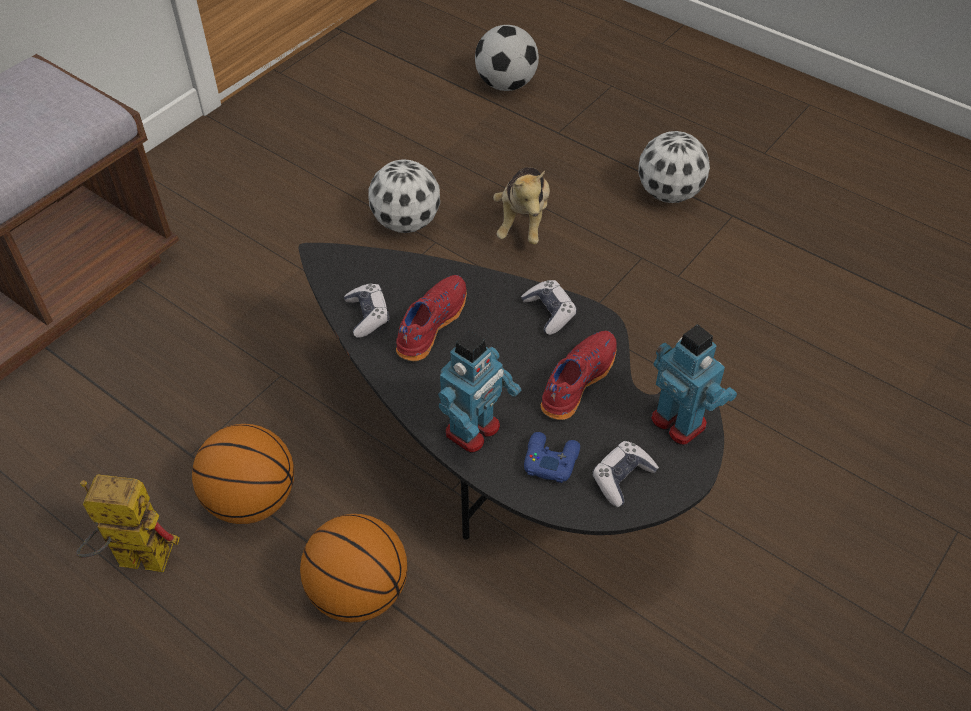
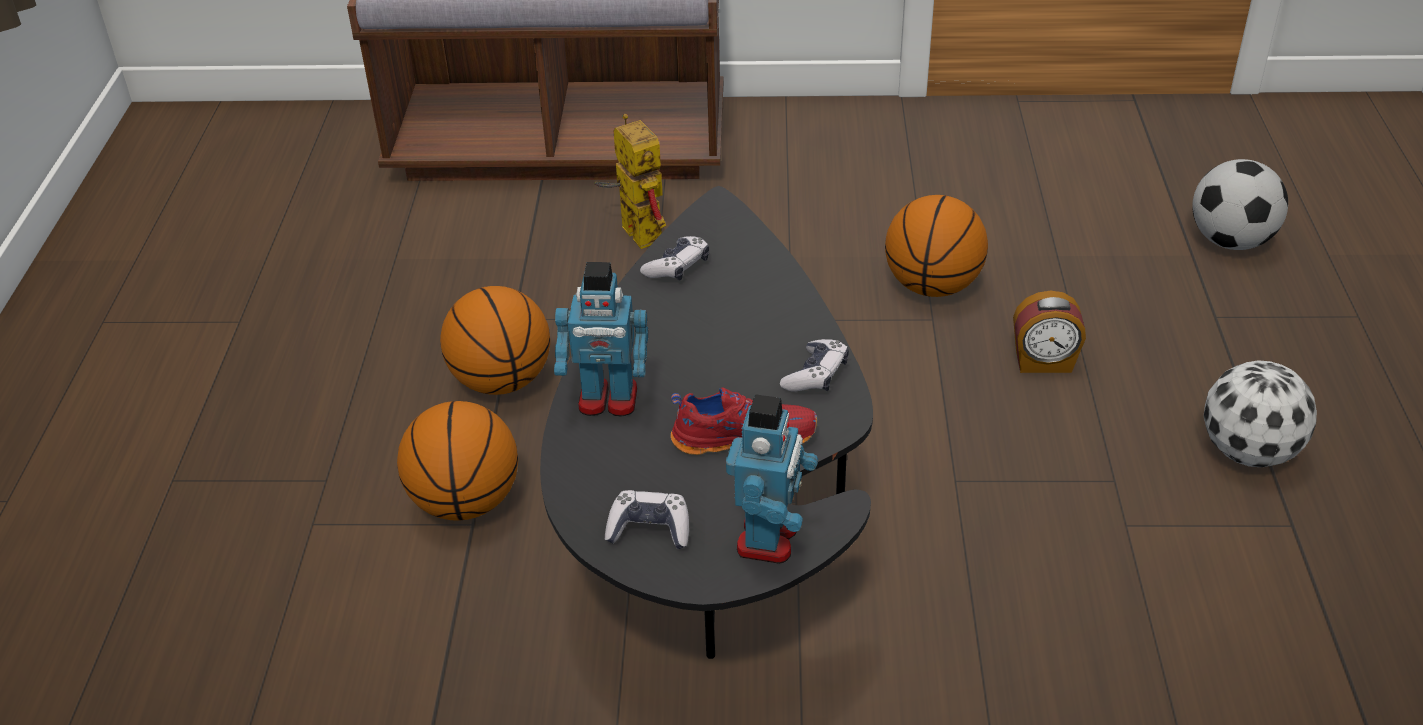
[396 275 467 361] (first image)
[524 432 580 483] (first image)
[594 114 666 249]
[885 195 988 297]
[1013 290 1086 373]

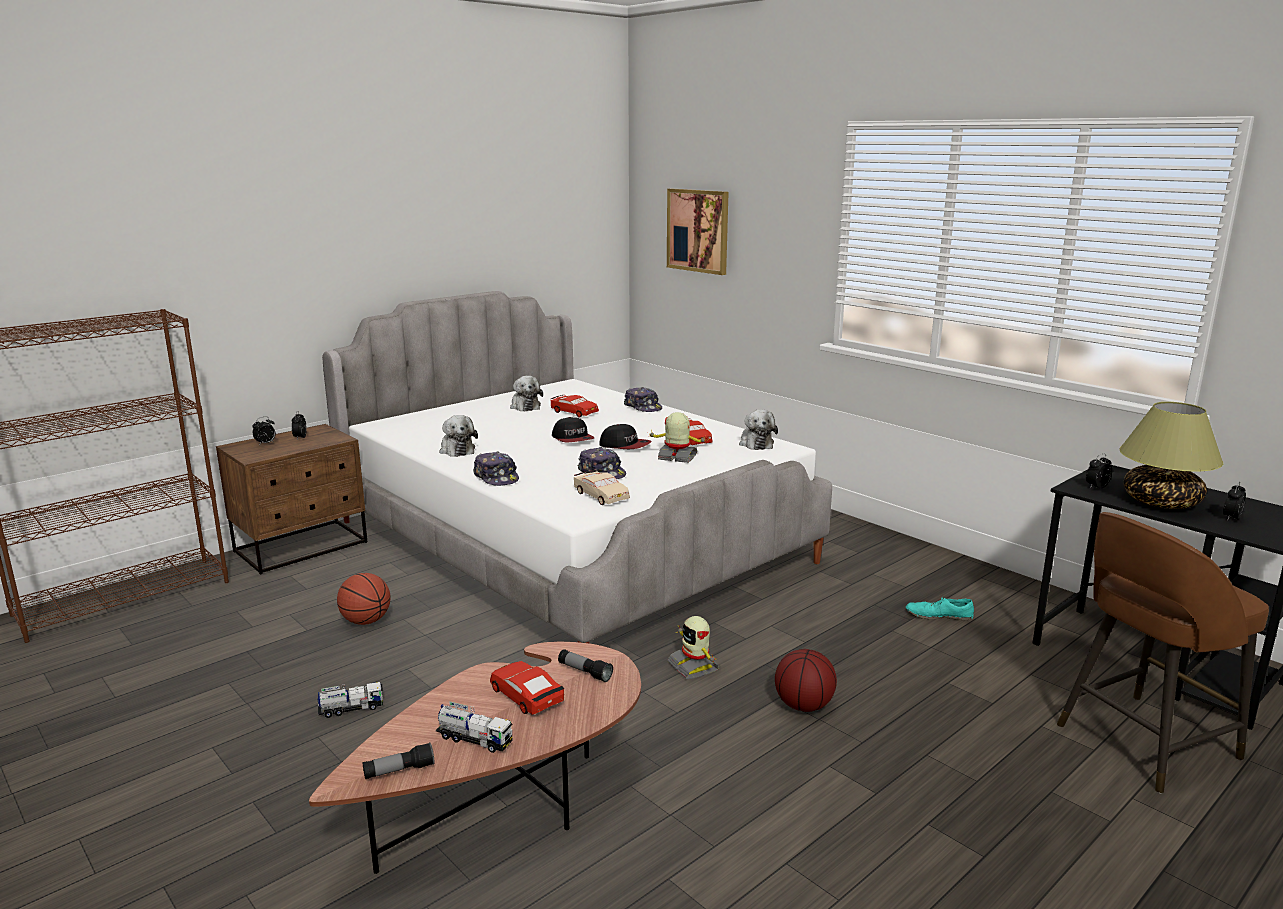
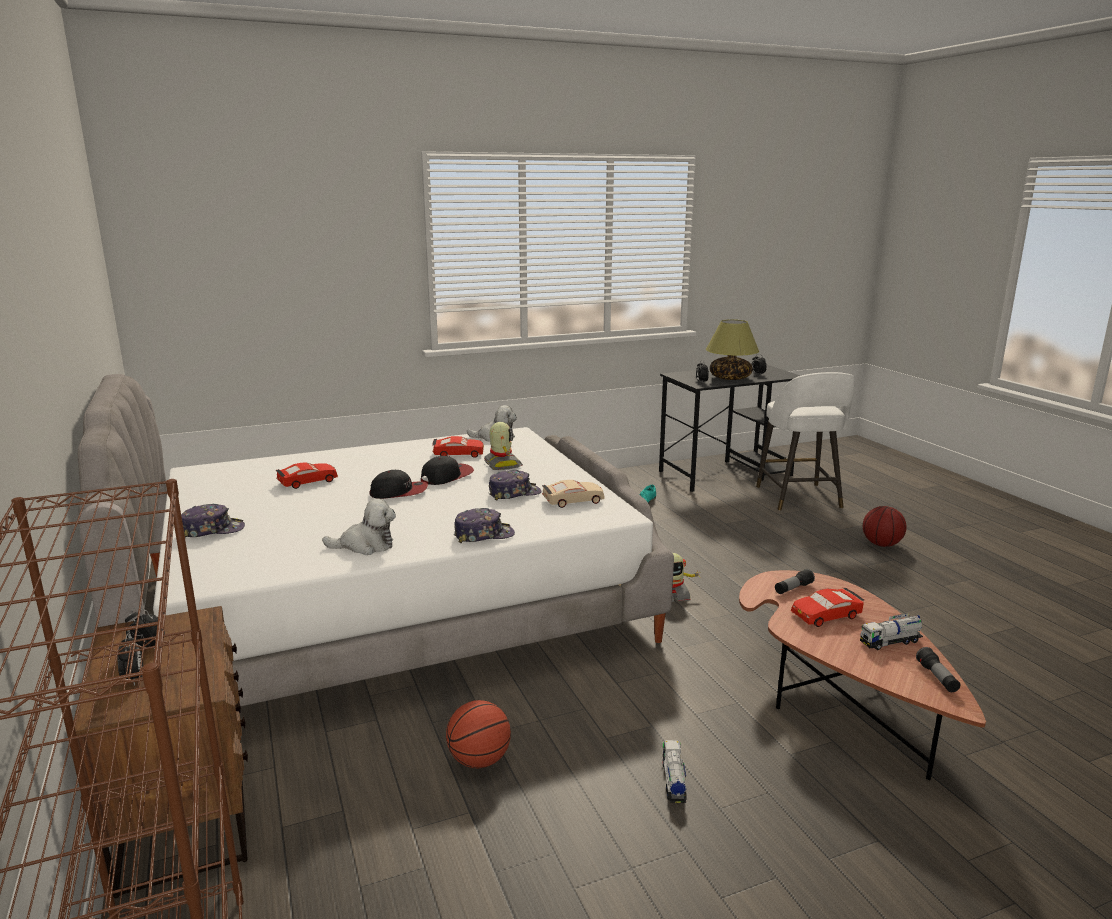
[510 376 543 411] (first image)
[667 188 729 275] (first image)
[181 504 245 538]
[863 506 907 547]
[756 372 855 511]
[860 613 923 650]
[484 422 523 470]

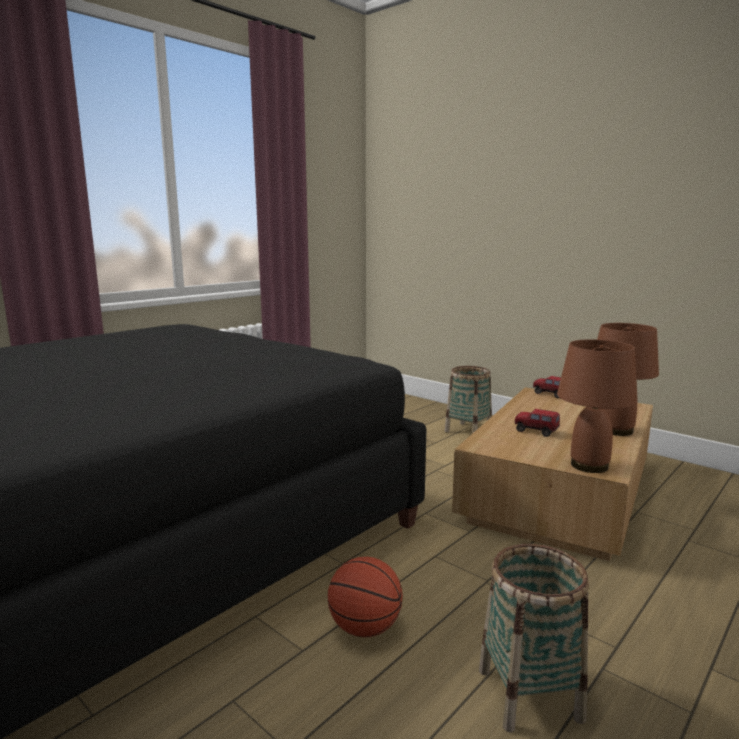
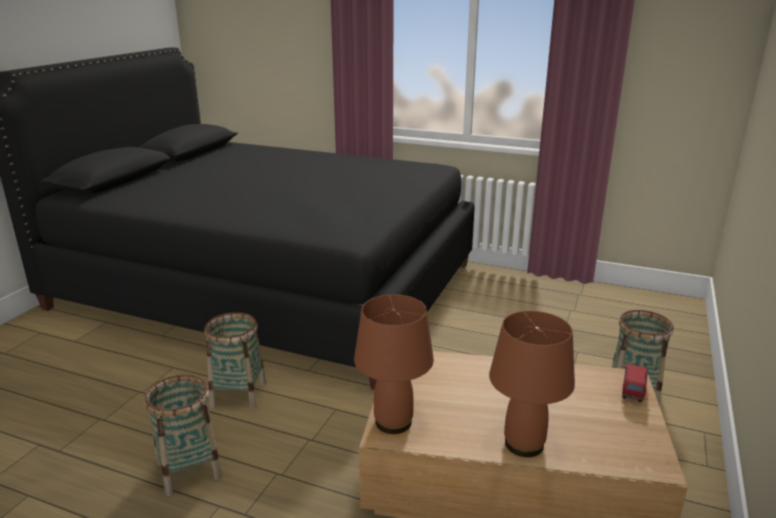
[515 409 560 437] (first image)
[204 312 266 410]

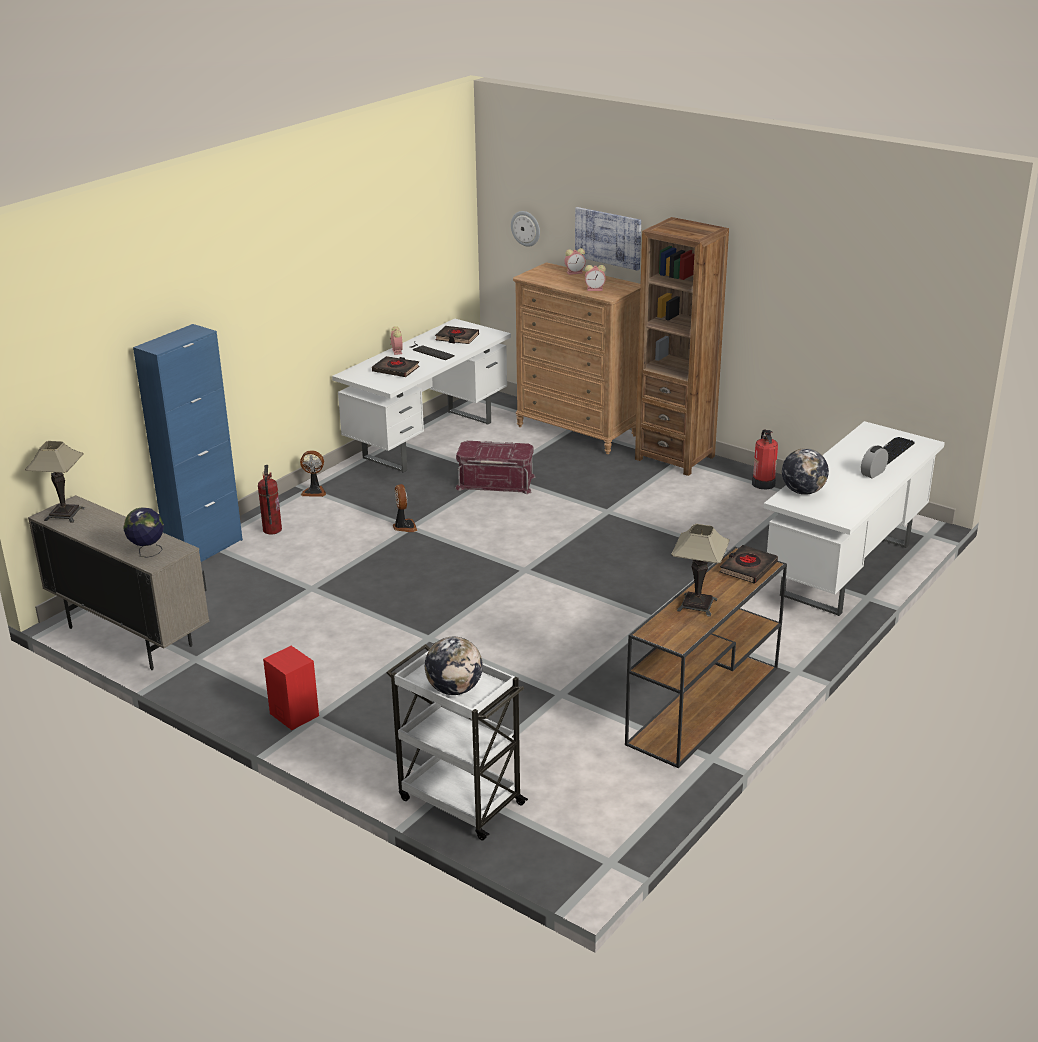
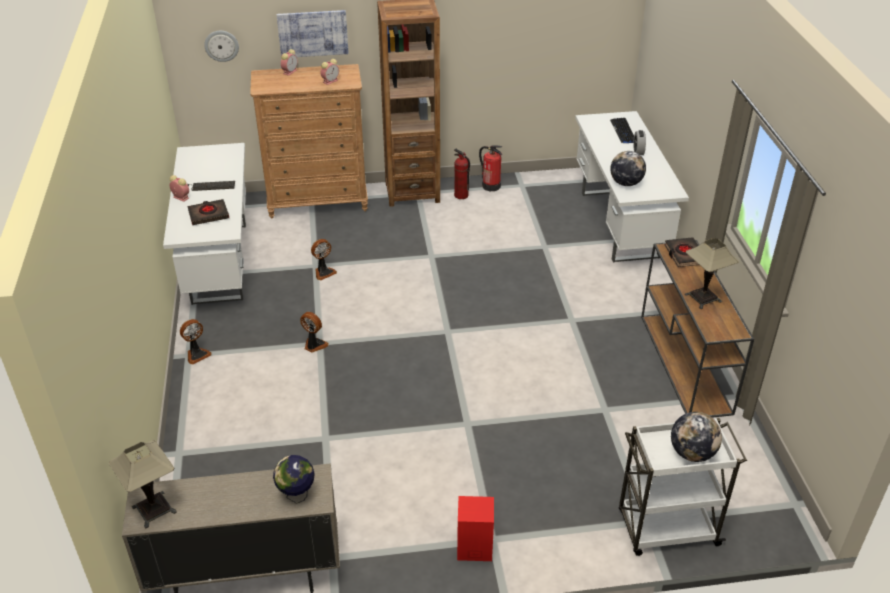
[133 324 243 562] (first image)
[435 326 479 344] (first image)
[454 149 470 199]
[311 239 337 280]

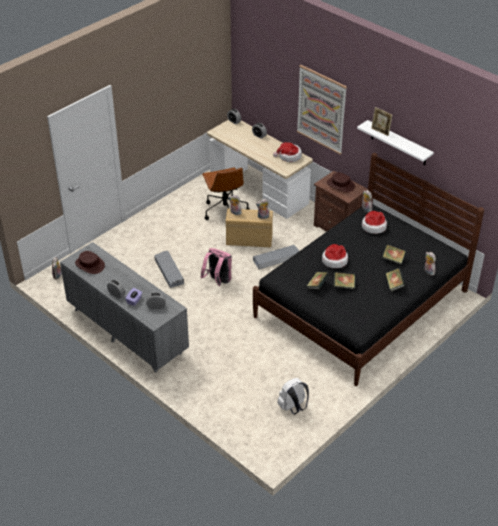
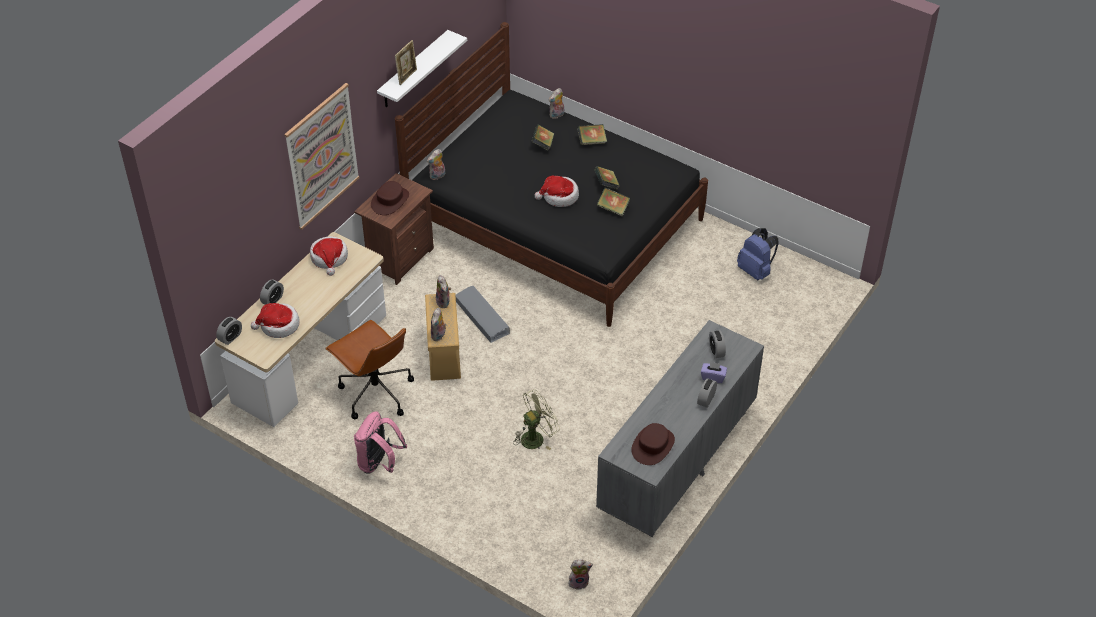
[354 411 407 473]
[251 303 300 338]
[513 389 560 450]
[737 228 779 280]
[325 320 414 419]

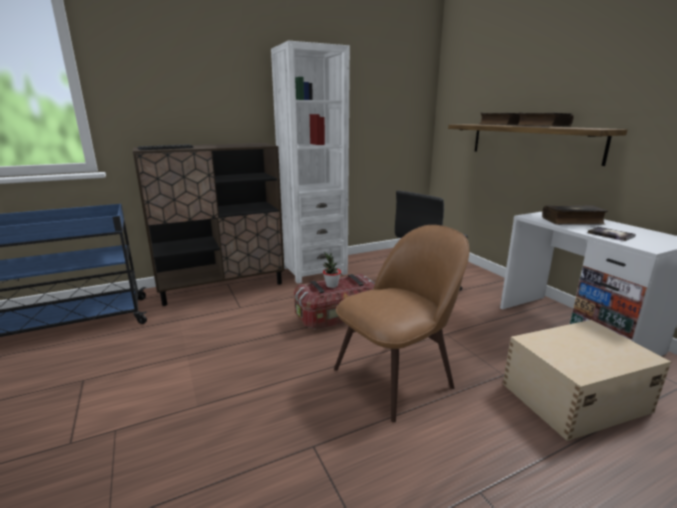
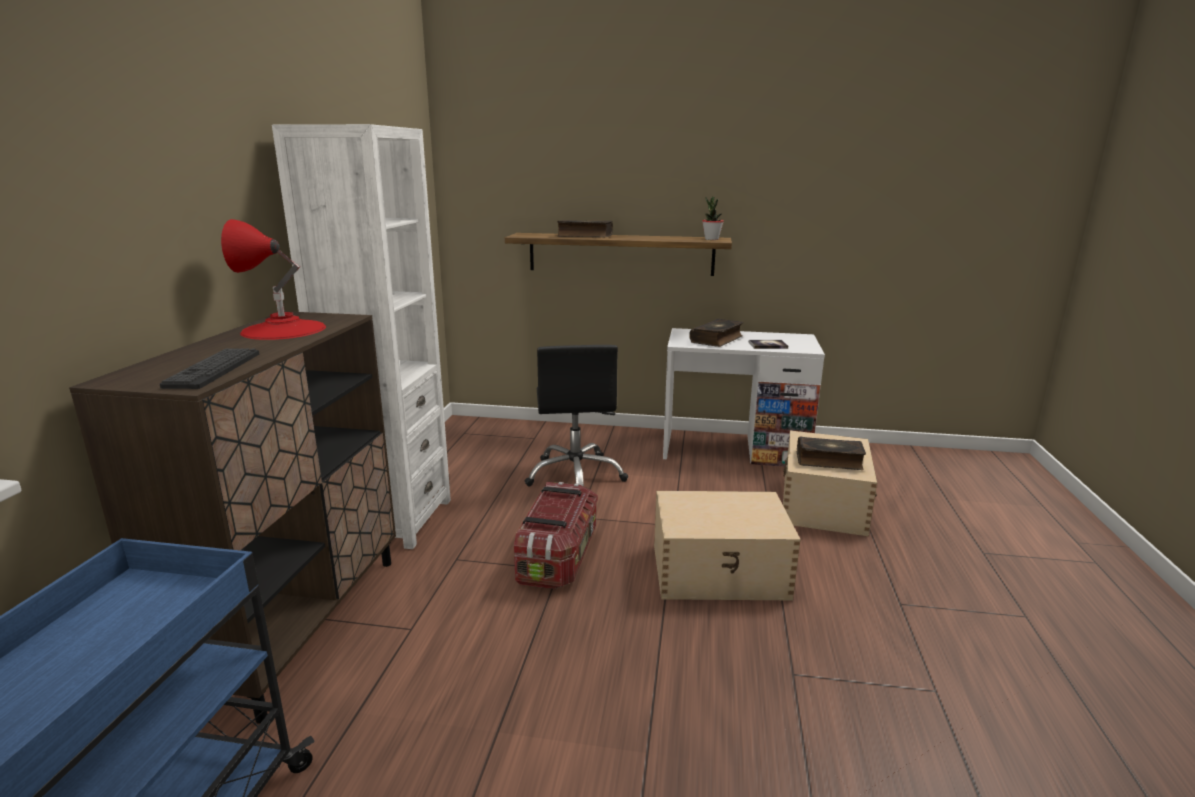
[221 219 326 340]
[702 197 724 240]
[797 436 866 470]
[654 491 801 600]

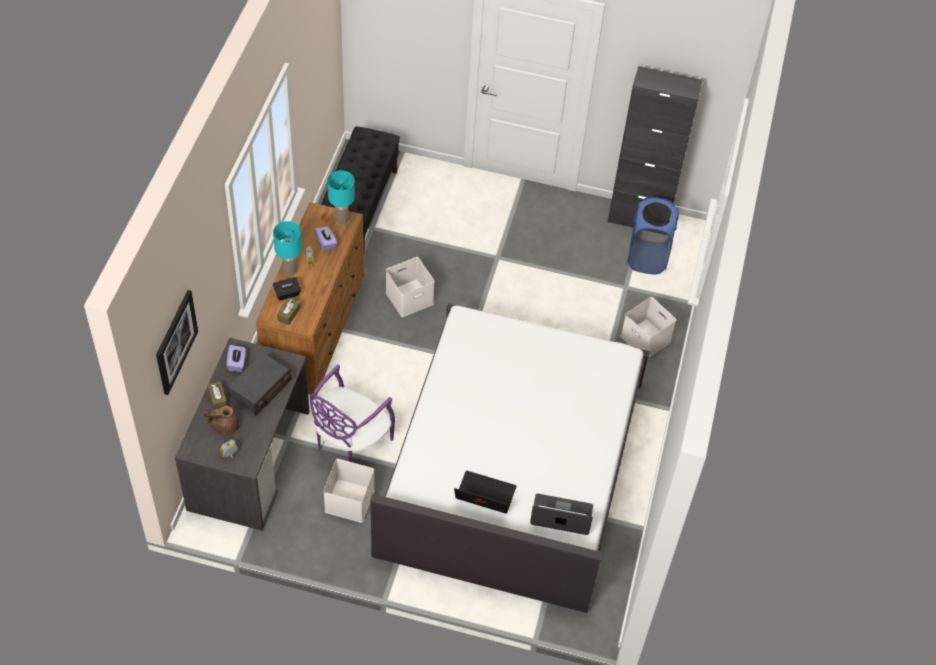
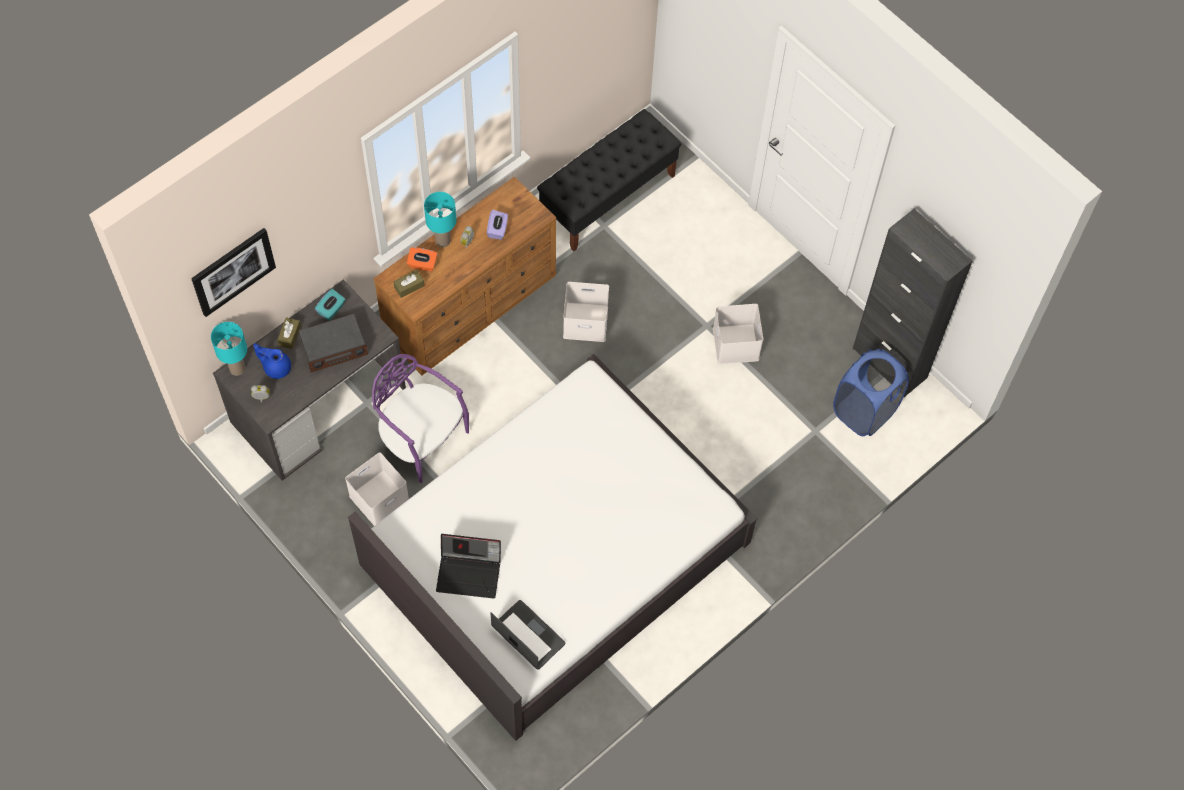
[211 322 247 376]
[713 304 763 364]
[254 343 291 379]
[315 289 345 321]
[407 247 438 272]
[372 354 469 483]
[436 534 501 599]

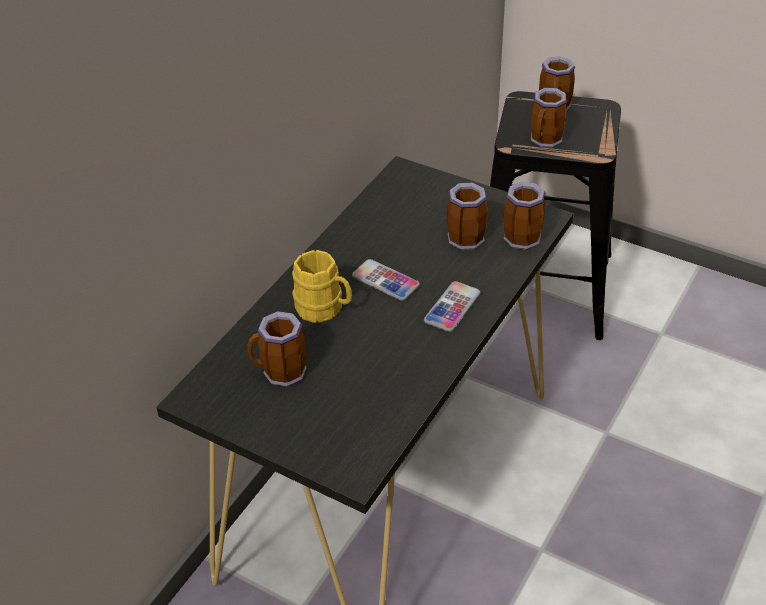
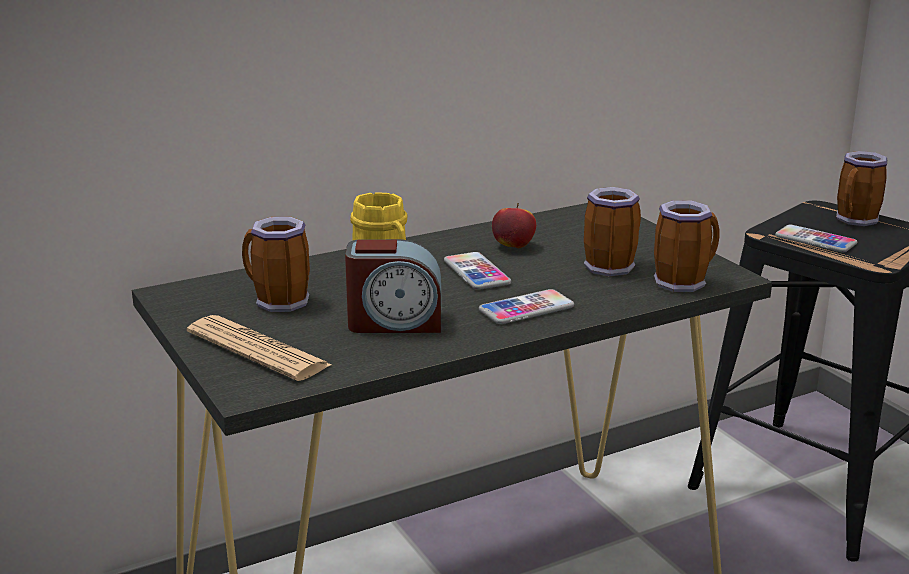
[187 315 331 381]
[345 239 441 333]
[492 203 536 248]
[775 225 857 252]

